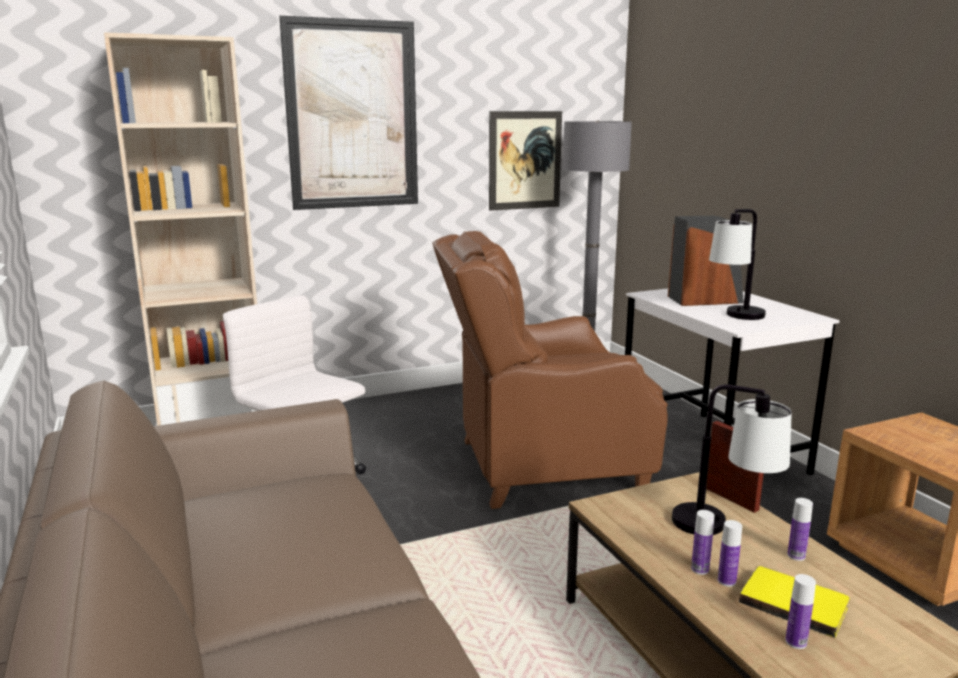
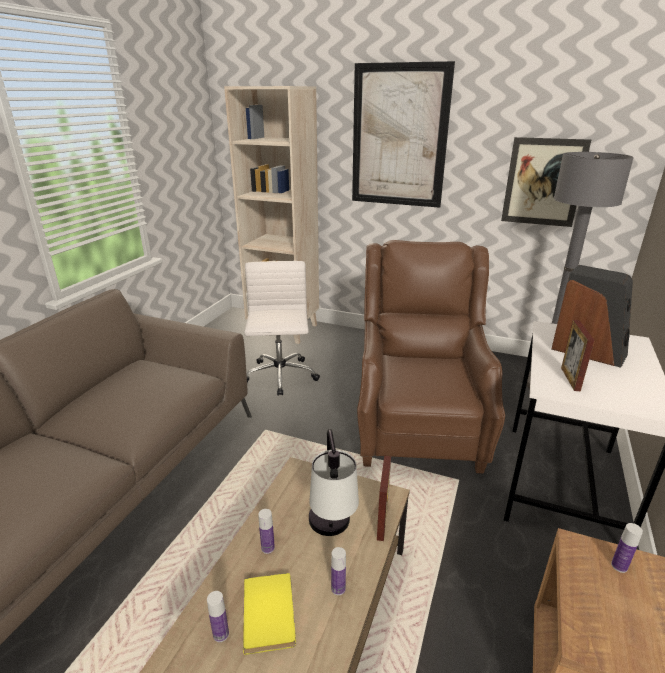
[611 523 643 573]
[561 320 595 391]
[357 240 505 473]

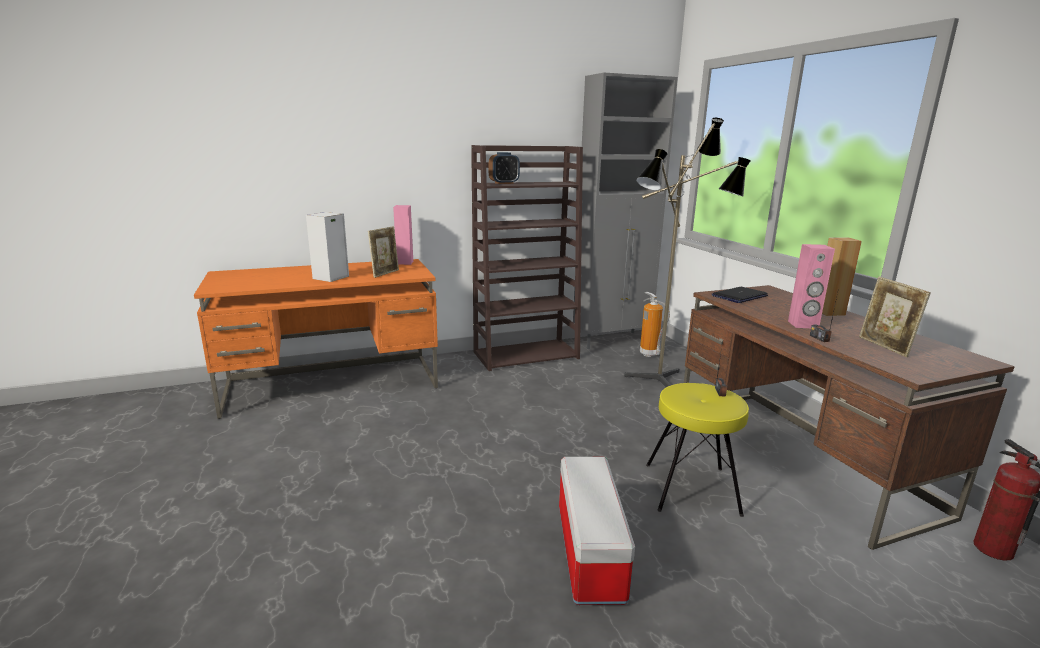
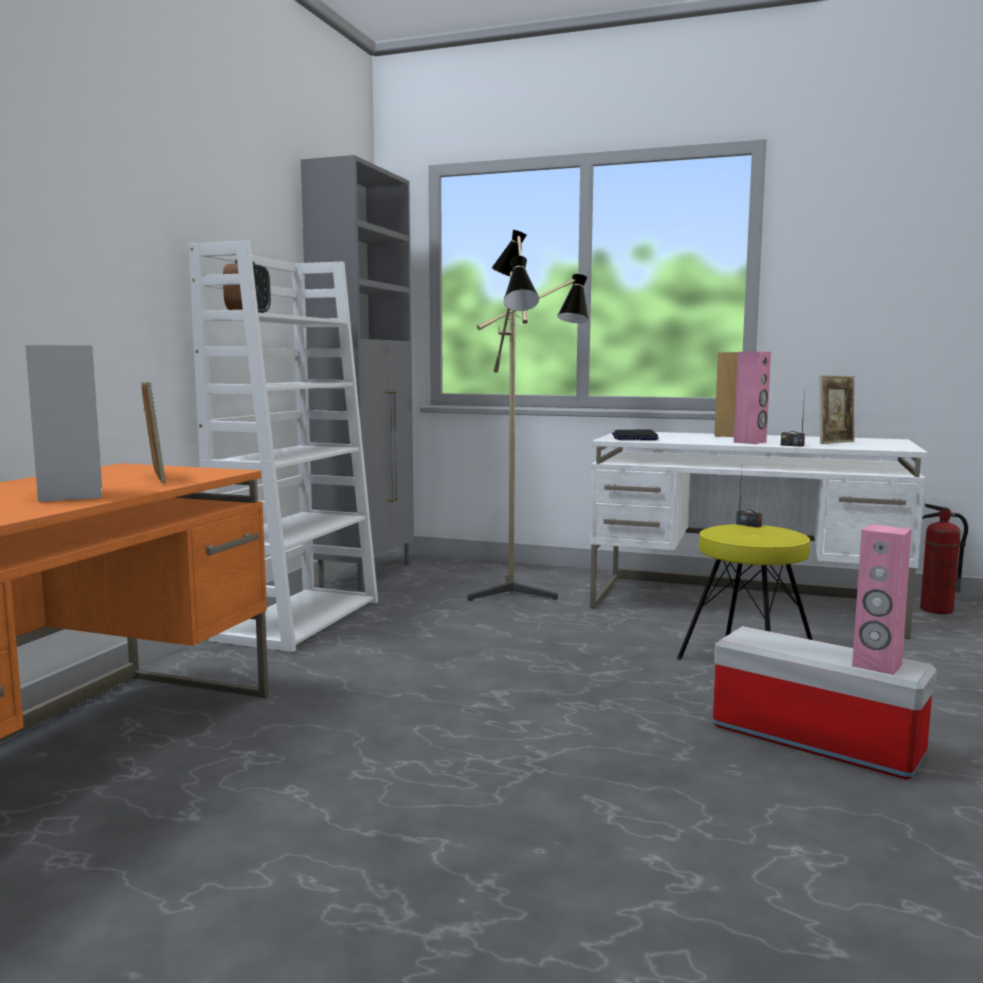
[640 292 670 357] (first image)
[852 524 911 675]
[188 241 378 652]
[590 432 928 639]
[820 375 855 444]

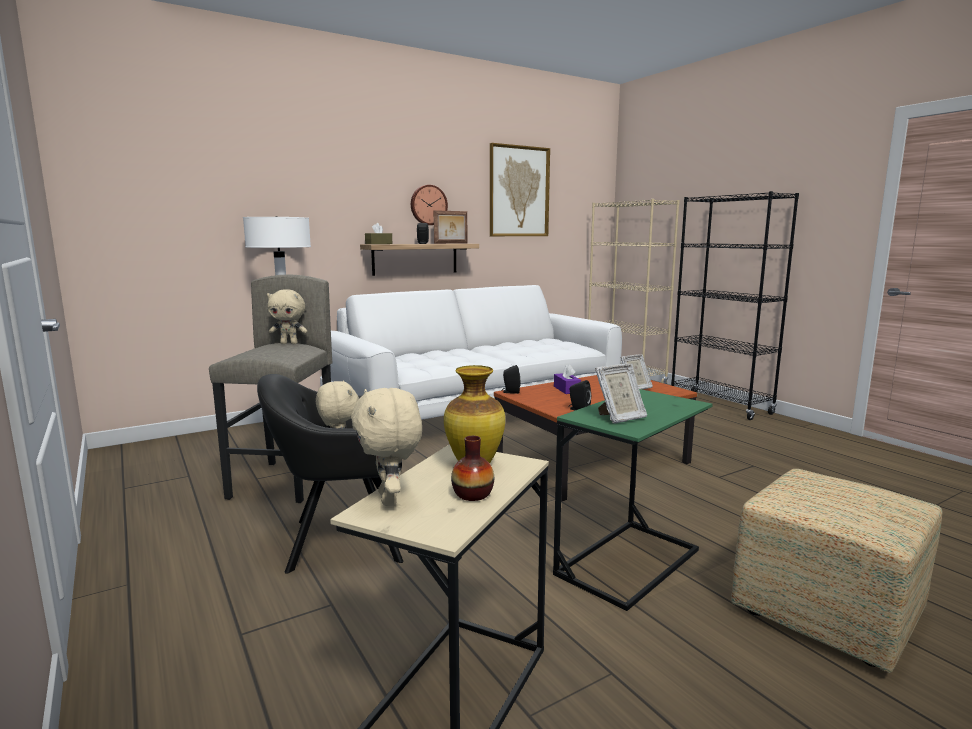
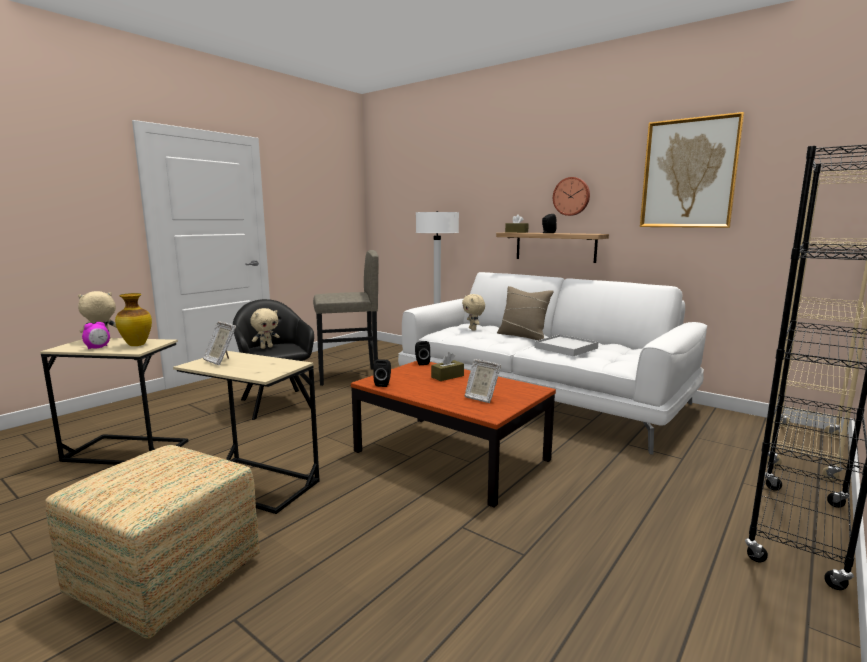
[433 210 467 244] (first image)
[497 286 554 340]
[534 335 598 356]
[462 294 485 331]
[82 322 110 349]
[173 351 320 514]
[431 352 464 381]

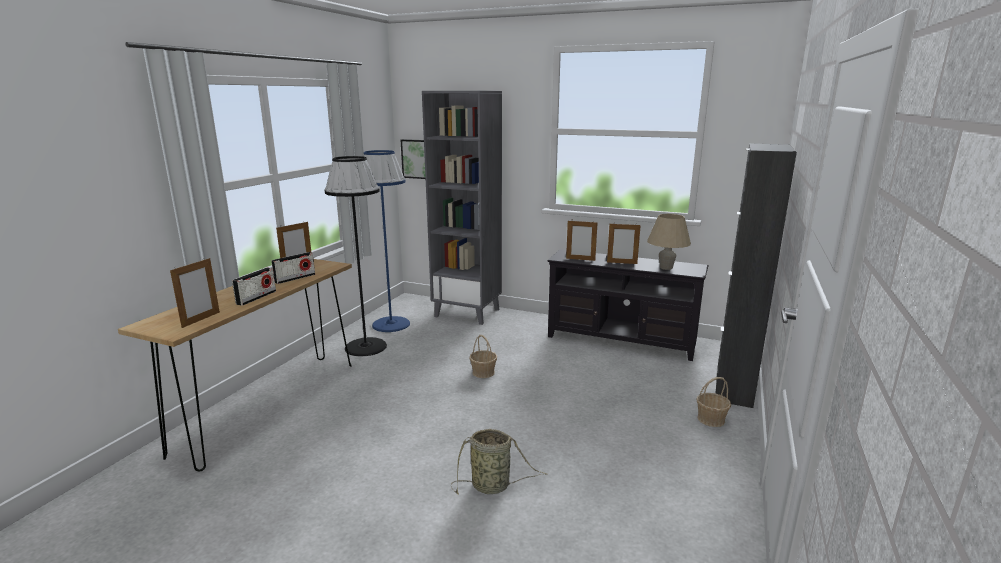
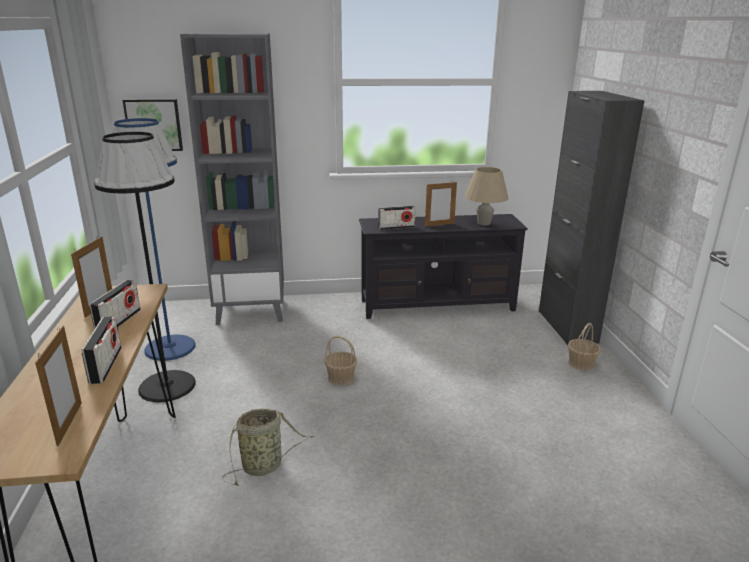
[222 409 315 486]
[378 206 415 230]

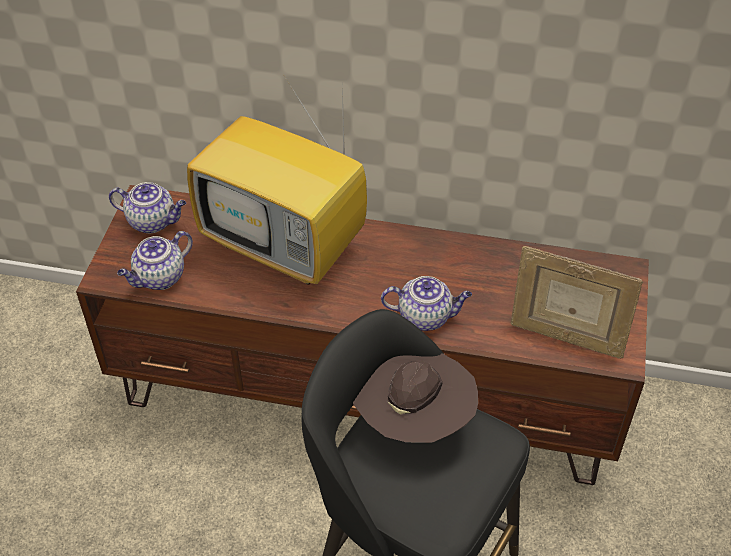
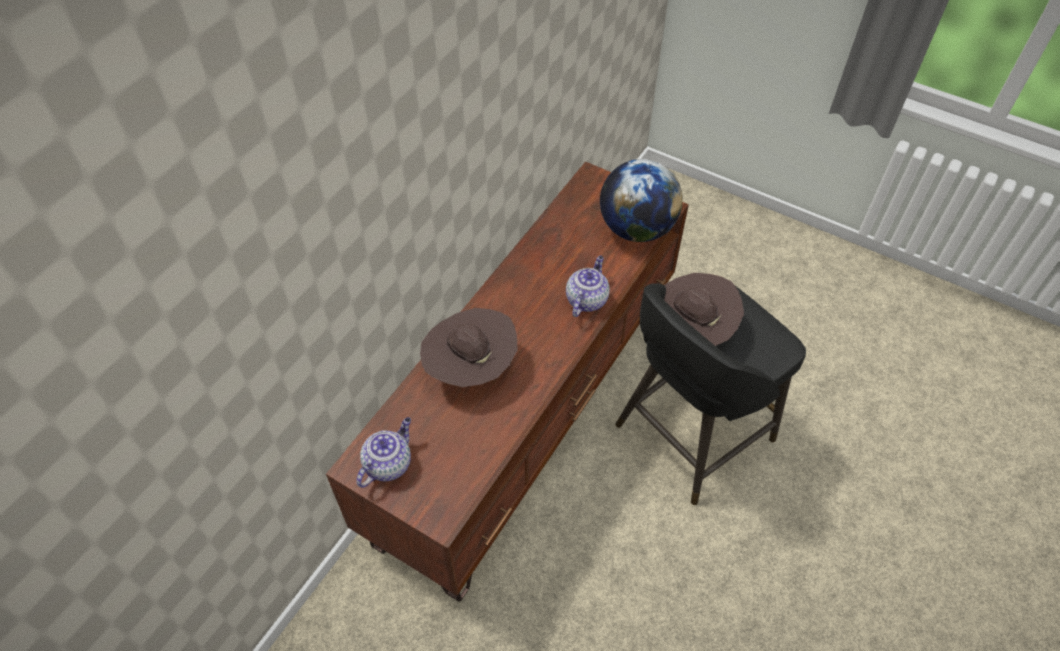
[117 231 193 290] (first image)
[420 308 518 387]
[600 159 683 242]

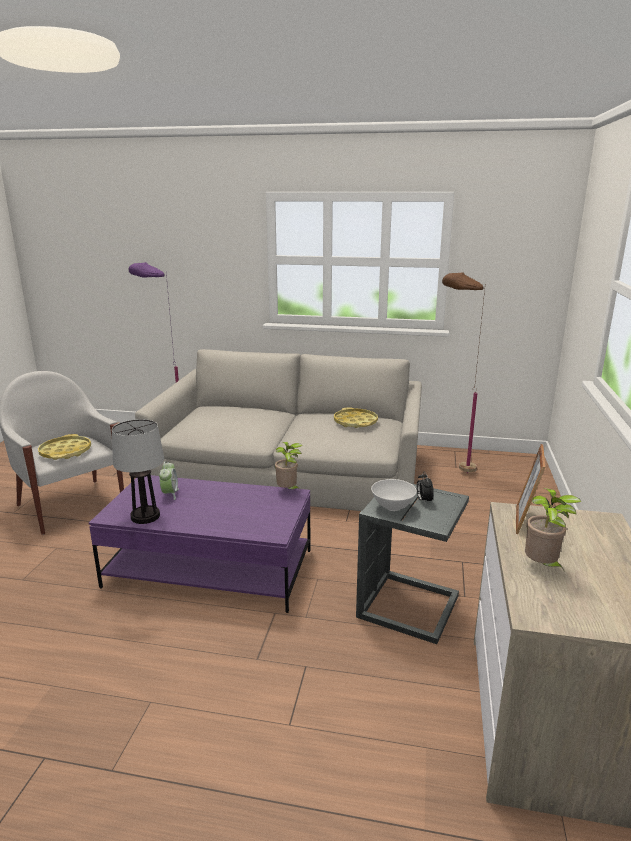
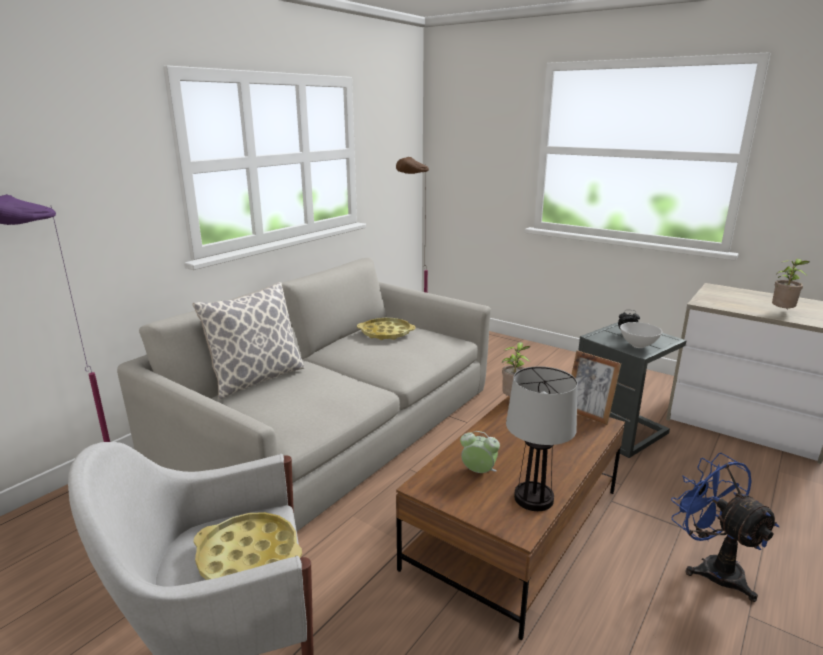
[192 282 305 399]
[671 453 779 602]
[571 351 621 425]
[396 396 625 640]

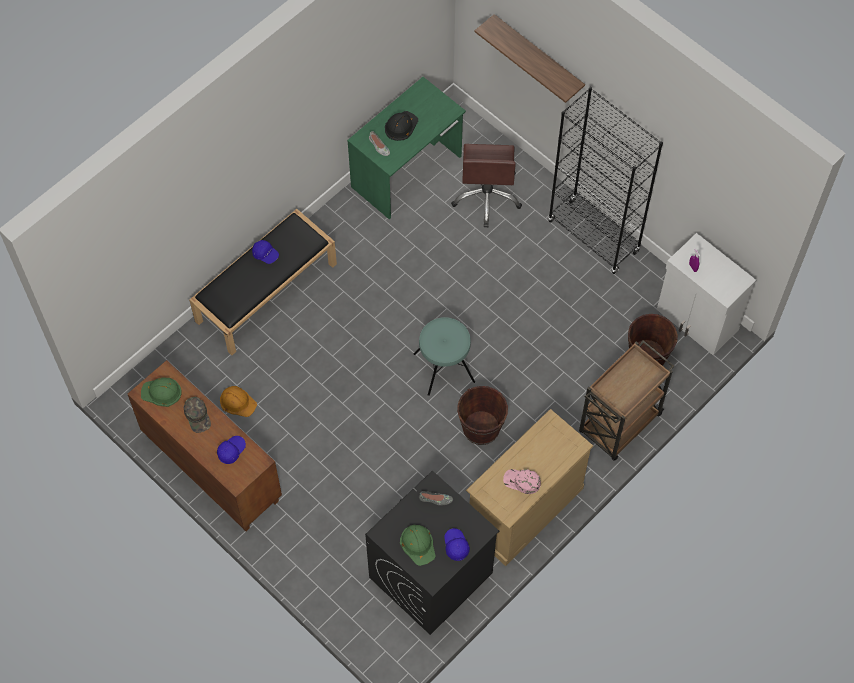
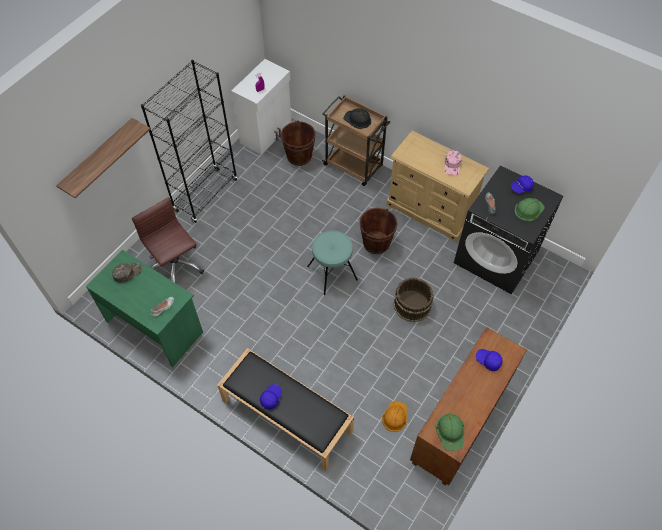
[394 277 434 322]
[112 263 142 283]
[343 108 371 129]
[132 197 204 283]

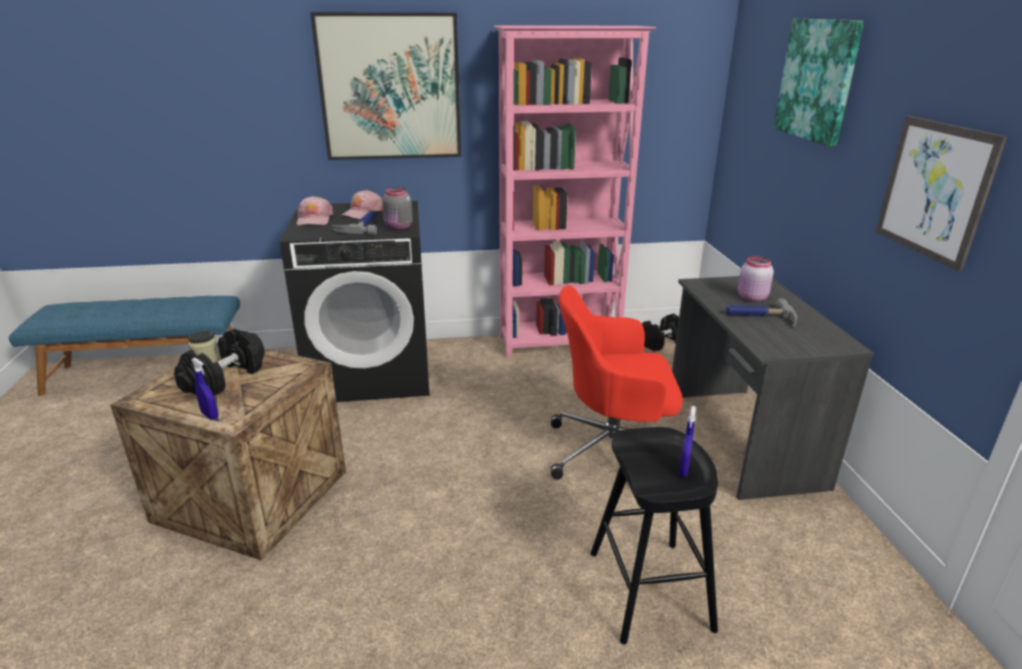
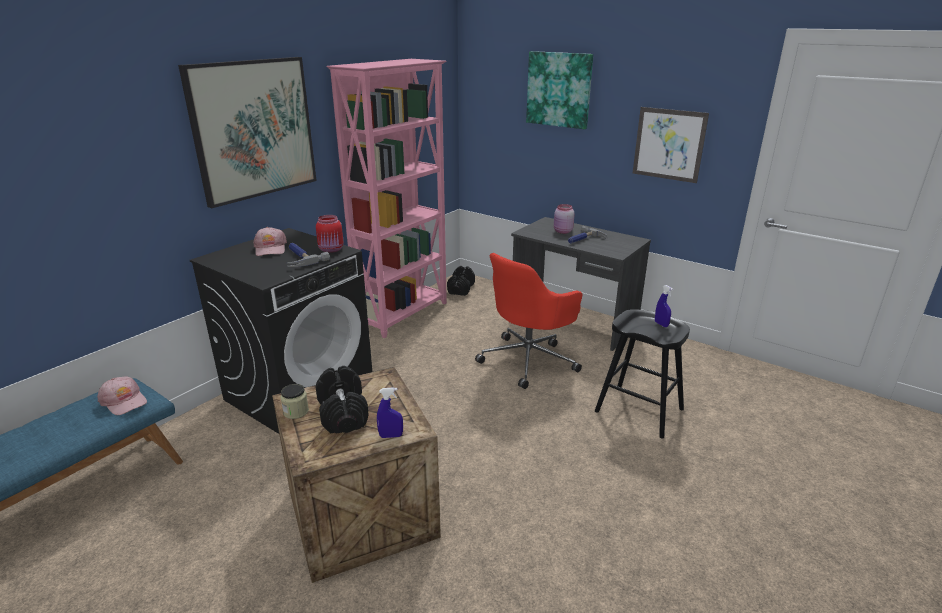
[97 376 147 415]
[316 215 343 253]

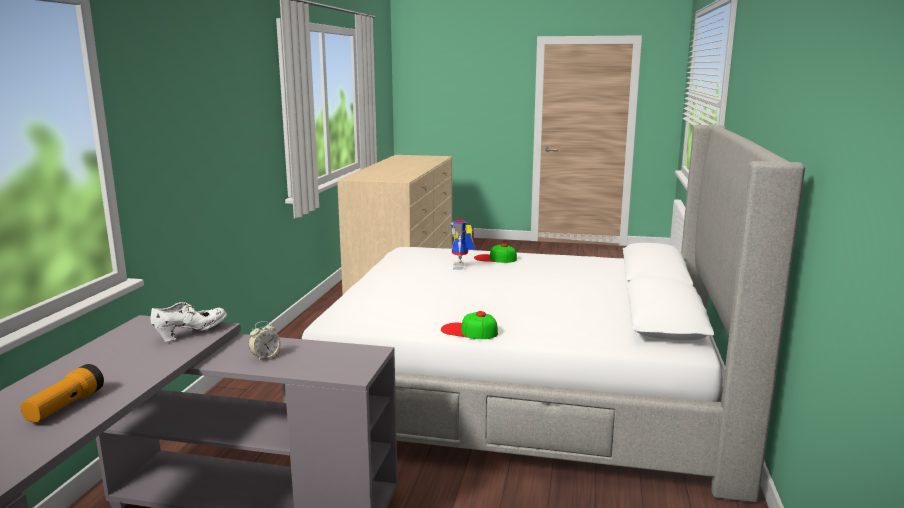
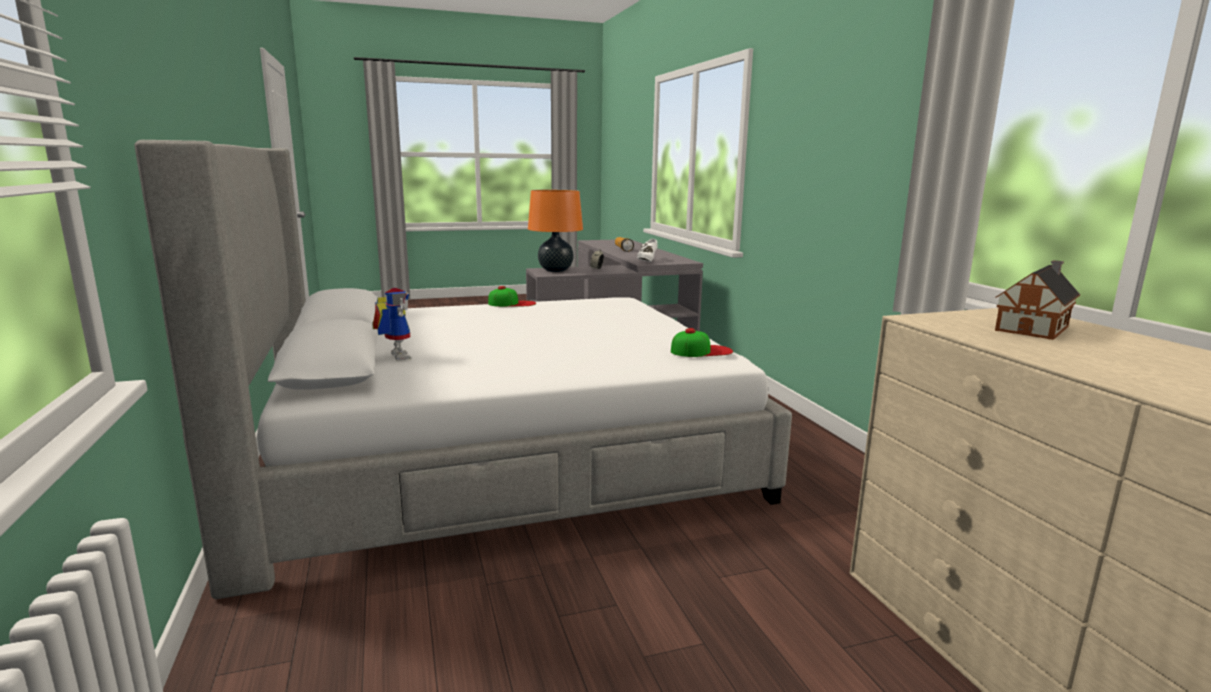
[528 190 583 272]
[995 260 1080 340]
[372 288 412 361]
[671 328 733 357]

